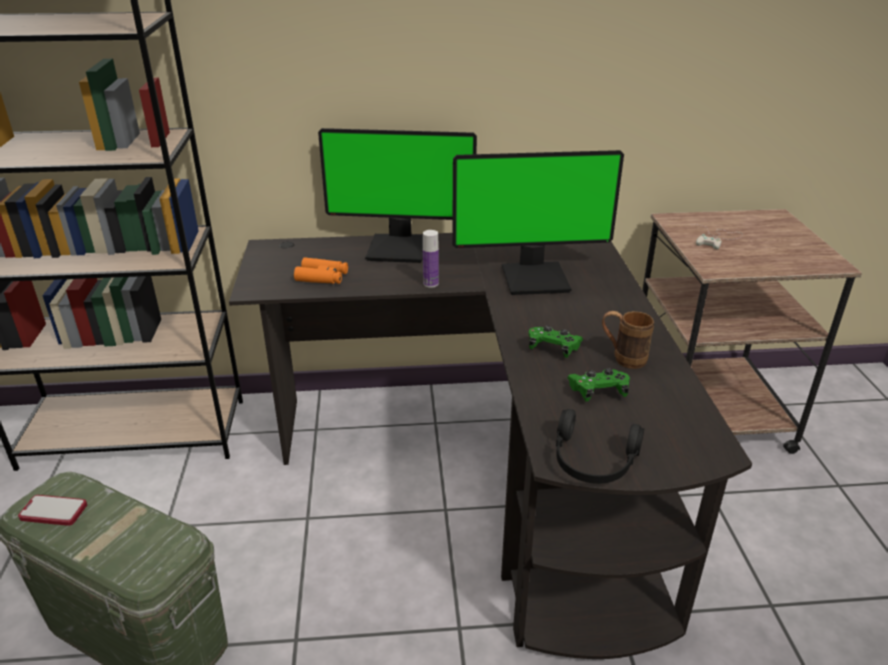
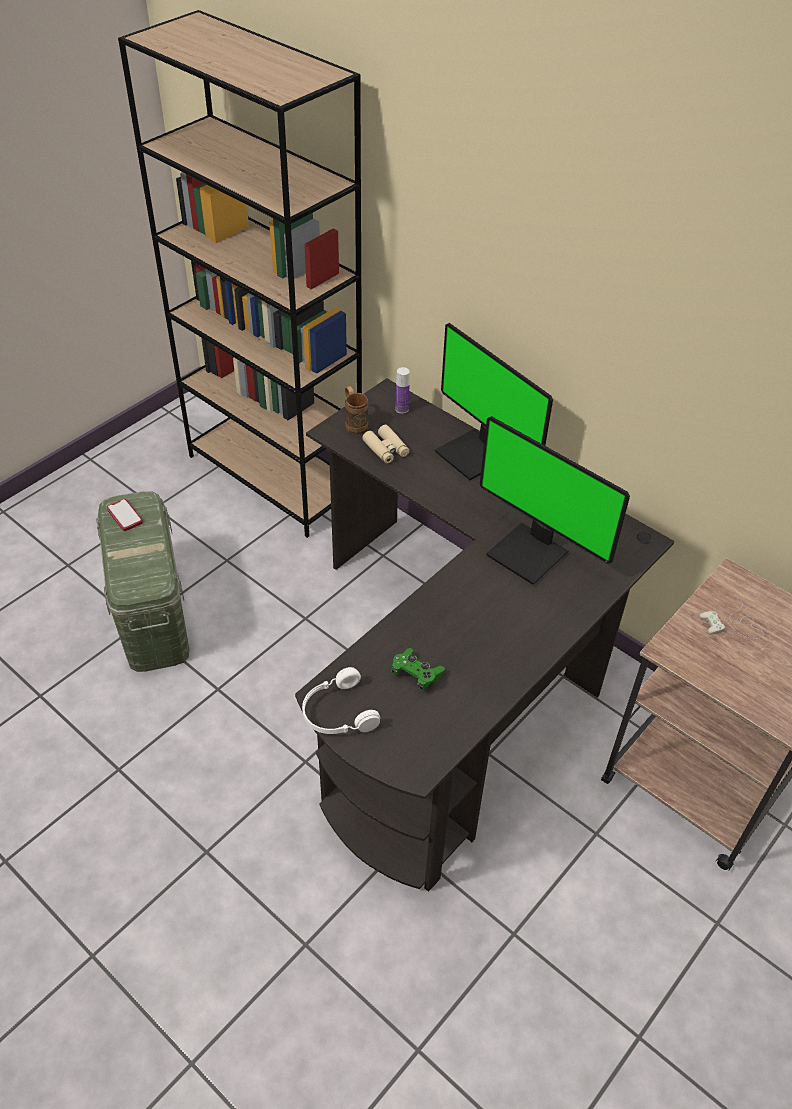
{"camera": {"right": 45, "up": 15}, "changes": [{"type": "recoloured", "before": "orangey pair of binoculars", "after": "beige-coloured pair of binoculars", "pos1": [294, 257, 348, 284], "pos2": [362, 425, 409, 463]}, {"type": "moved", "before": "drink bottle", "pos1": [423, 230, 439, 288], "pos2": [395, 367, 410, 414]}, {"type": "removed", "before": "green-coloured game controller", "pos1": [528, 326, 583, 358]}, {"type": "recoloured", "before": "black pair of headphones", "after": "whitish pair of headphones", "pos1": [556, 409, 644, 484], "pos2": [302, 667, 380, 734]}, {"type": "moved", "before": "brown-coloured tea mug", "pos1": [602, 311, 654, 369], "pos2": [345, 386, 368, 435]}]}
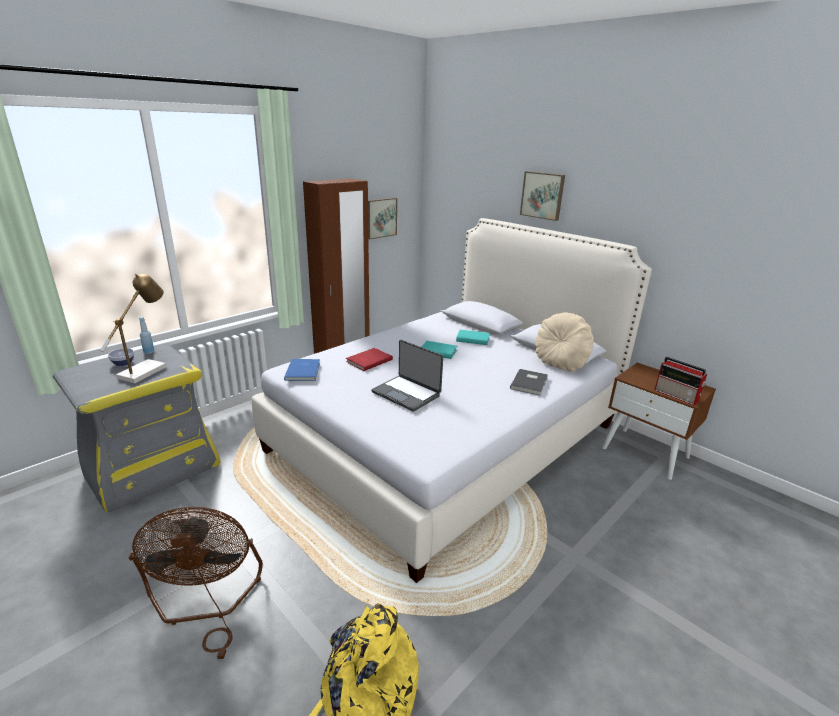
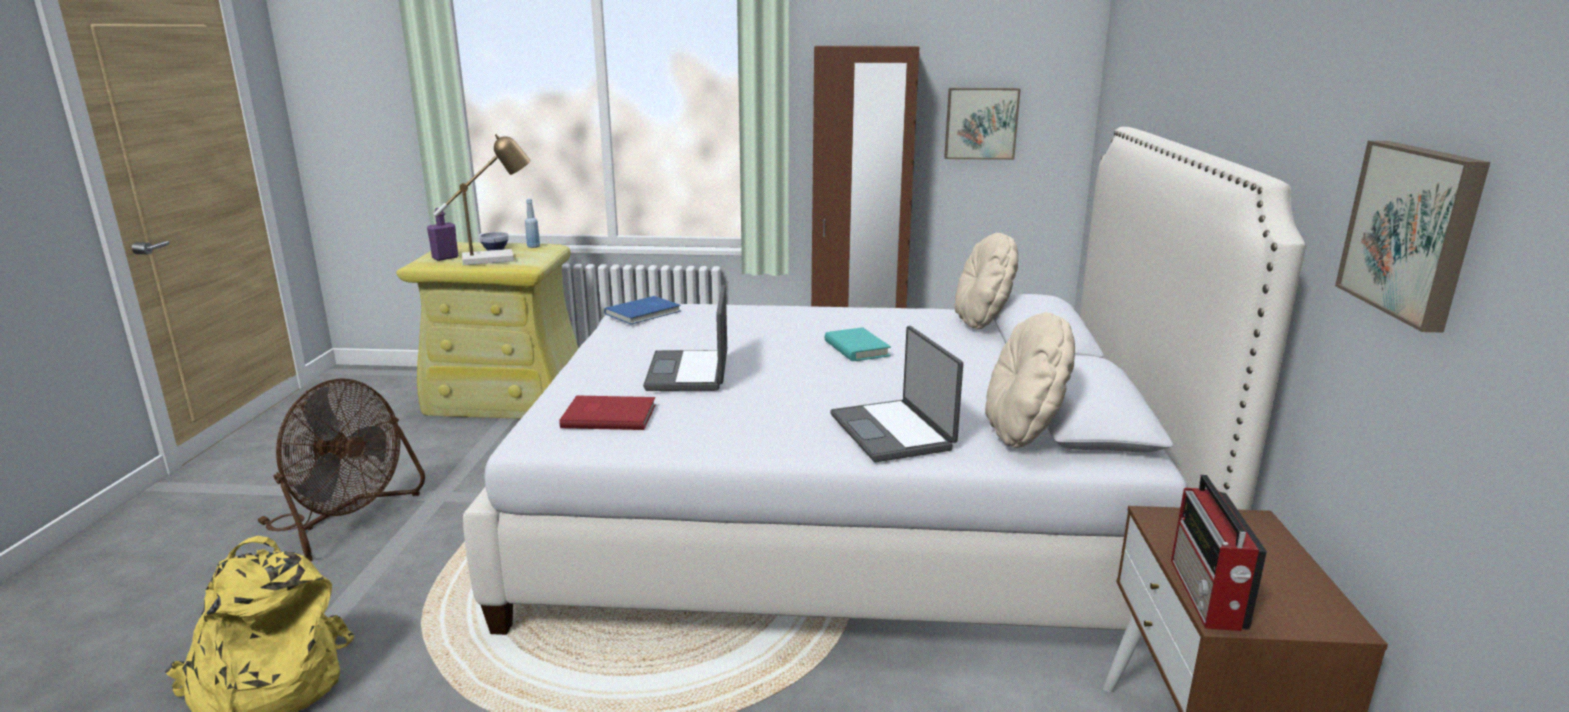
{"camera": {"right": 50, "up": -5}, "changes": [{"type": "recoloured", "before": "grey bedside table", "after": "yellow bedside table", "pos1": [53, 344, 221, 512], "pos2": [396, 242, 579, 419]}, {"type": "turned", "before": "brown-coloured cooling fan", "pos1": [129, 507, 263, 660], "pos2": [258, 379, 425, 561], "turn": 75}, {"type": "moved", "before": "red-coloured bound book", "pos1": [346, 348, 393, 371], "pos2": [560, 395, 656, 430]}, {"type": "removed", "before": "turquoise bound book", "pos1": [456, 330, 490, 345]}, {"type": "replaced", "before": "grey bound book", "after": "notebook computer", "pos1": [510, 369, 548, 395], "pos2": [830, 326, 963, 462]}, {"type": "moved", "before": "wall picture", "pos1": [520, 171, 565, 221], "pos2": [1335, 141, 1490, 333]}, {"type": "added", "after": "purple-coloured drink bottle", "pos2": [427, 208, 458, 261]}, {"type": "added", "after": "beige-coloured cushion", "pos2": [955, 233, 1018, 330]}]}
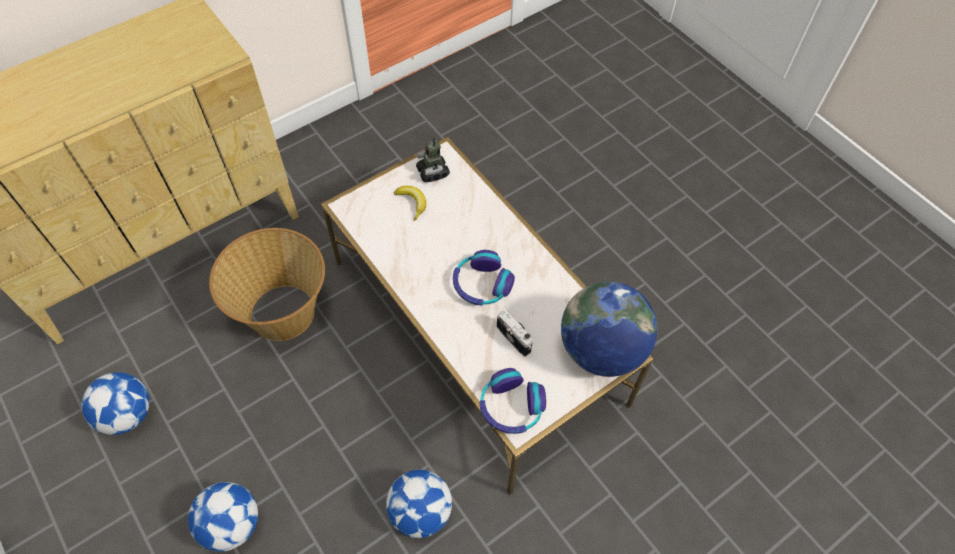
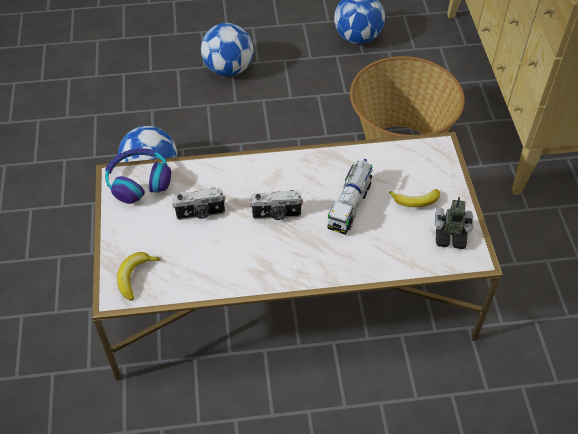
{"camera": {"right": 120, "up": -5}, "changes": [{"type": "replaced", "before": "pair of headphones", "after": "photo camera", "pos1": [453, 250, 515, 305], "pos2": [250, 190, 303, 220]}, {"type": "replaced", "before": "globe", "after": "whole banana", "pos1": [561, 281, 657, 377], "pos2": [117, 252, 161, 301]}, {"type": "added", "after": "toy lorry", "pos2": [327, 159, 373, 235]}]}
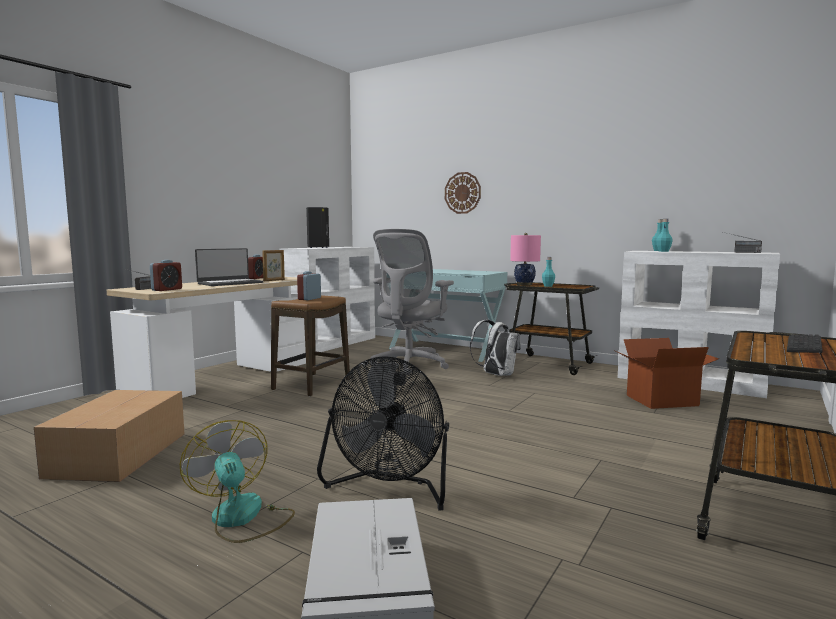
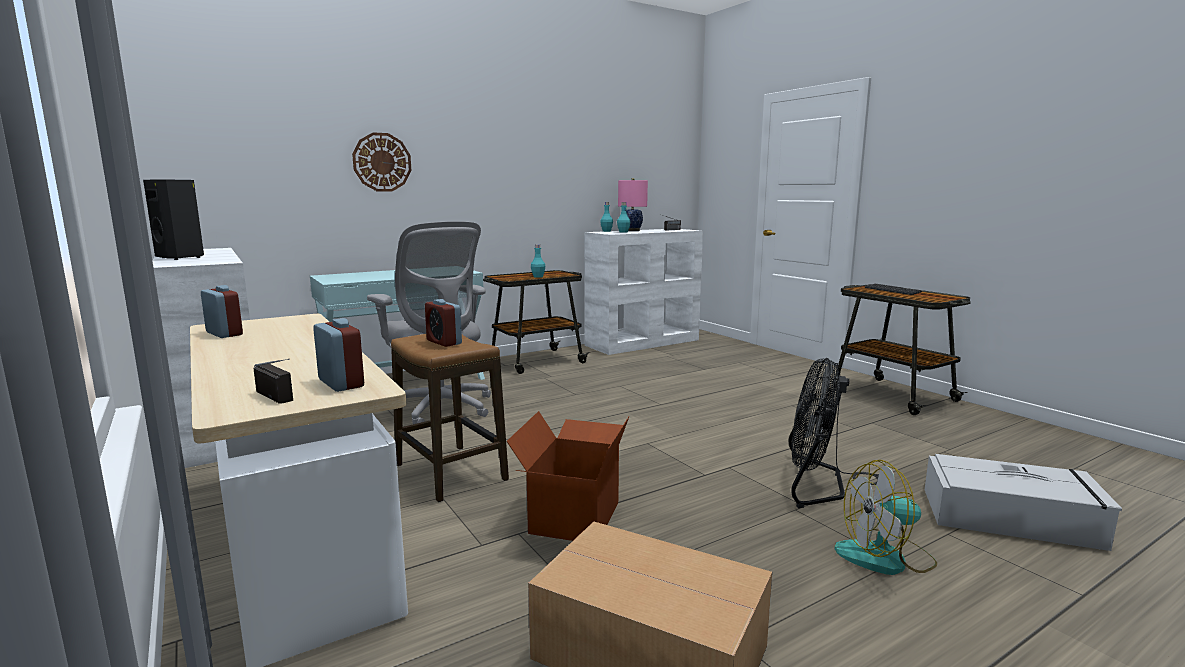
{"camera": {"right": -65, "up": 5}, "changes": [{"type": "removed", "before": "notebook computer", "pos1": [195, 248, 263, 286]}, {"type": "removed", "before": "photo frame", "pos1": [262, 250, 285, 281]}, {"type": "turned", "before": "black cooling fan", "pos1": [317, 357, 449, 510], "pos2": [789, 358, 879, 509], "turn": 150}, {"type": "removed", "before": "whitish backpack", "pos1": [470, 320, 521, 376]}, {"type": "moved", "before": "pink table lamp", "pos1": [510, 233, 541, 286], "pos2": [618, 178, 648, 231]}, {"type": "moved", "before": "packing box", "pos1": [615, 338, 719, 409], "pos2": [507, 411, 629, 541]}]}
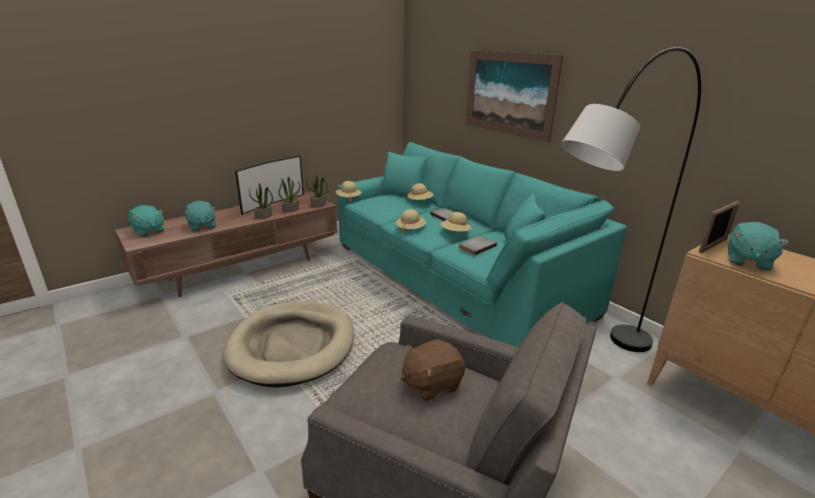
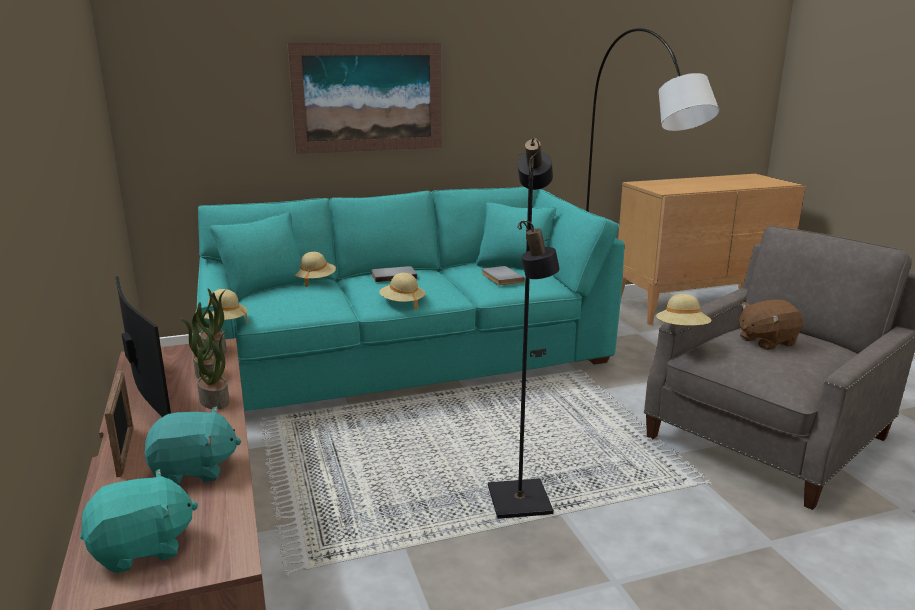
{"camera": {"right": -70, "up": -5}, "changes": [{"type": "replaced", "before": "beige-coloured dog bed", "after": "black floor lamp", "pos1": [223, 302, 354, 387], "pos2": [488, 138, 560, 519]}, {"type": "turned", "before": "brown-coloured cuddly toy", "pos1": [401, 339, 465, 401], "pos2": [740, 300, 803, 350], "turn": 75}, {"type": "moved", "before": "beige-coloured wearable hat", "pos1": [440, 212, 471, 232], "pos2": [656, 294, 711, 326]}, {"type": "moved", "before": "photo frame", "pos1": [699, 201, 739, 253], "pos2": [105, 371, 134, 477]}, {"type": "removed", "before": "turquoise cuddly toy", "pos1": [728, 222, 789, 271]}]}
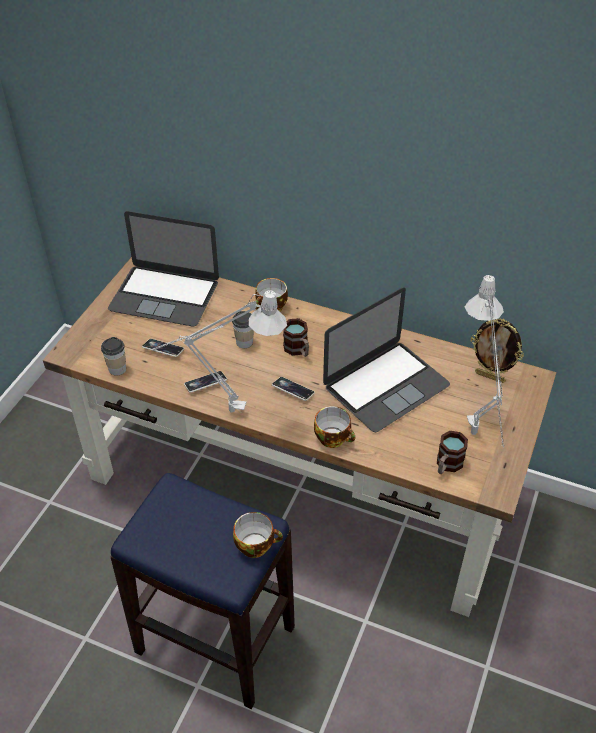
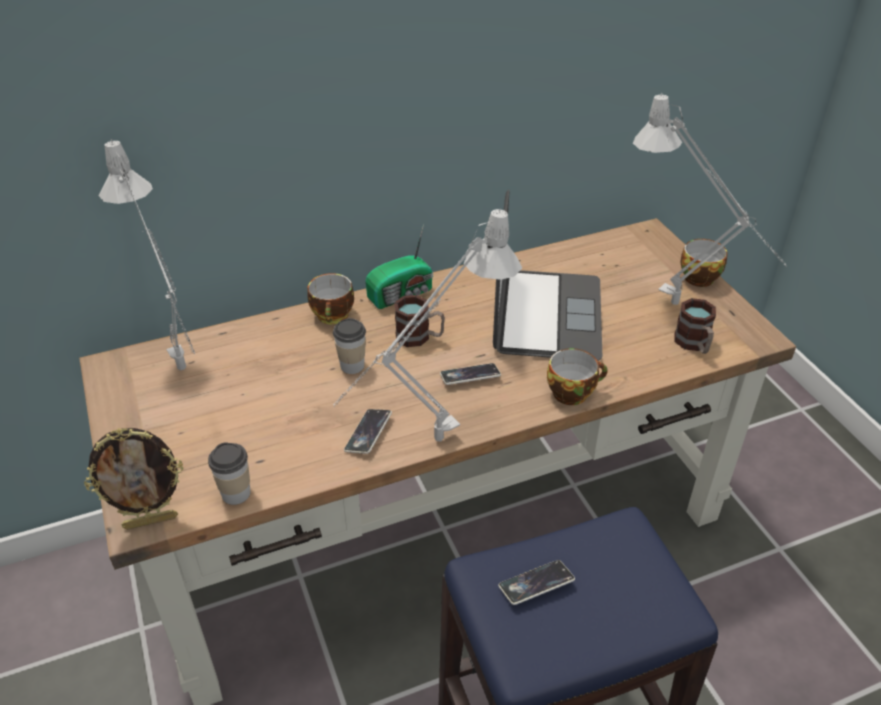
{"camera": {"right": -45, "up": -5}, "changes": [{"type": "replaced", "before": "notebook computer", "after": "grey table lamp", "pos1": [108, 211, 219, 327], "pos2": [99, 139, 195, 370]}, {"type": "moved", "before": "telephone", "pos1": [142, 339, 184, 357], "pos2": [498, 560, 575, 605]}, {"type": "moved", "before": "small cup", "pos1": [233, 512, 283, 558], "pos2": [680, 239, 728, 287]}, {"type": "moved", "before": "photo frame", "pos1": [470, 319, 524, 383], "pos2": [84, 428, 183, 530]}, {"type": "added", "after": "radio set", "pos2": [365, 224, 433, 309]}]}
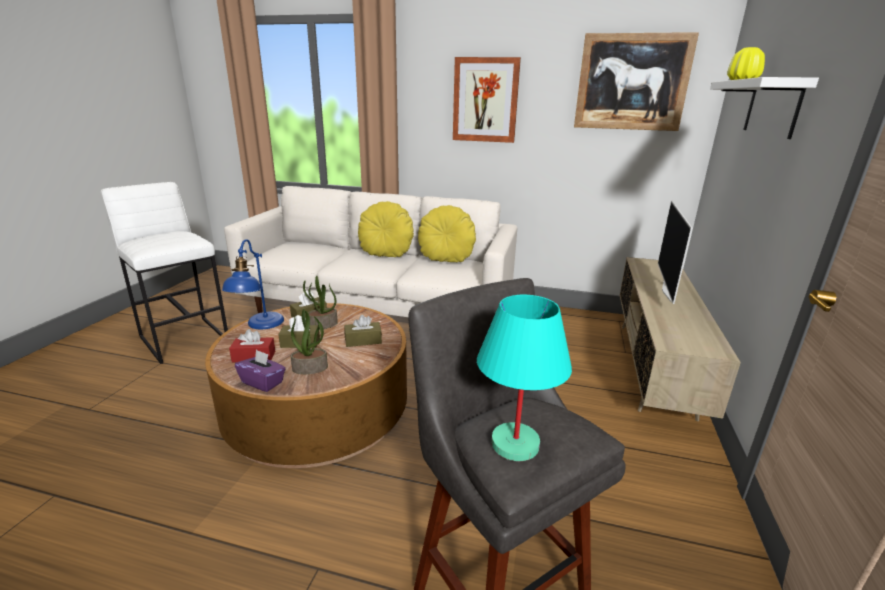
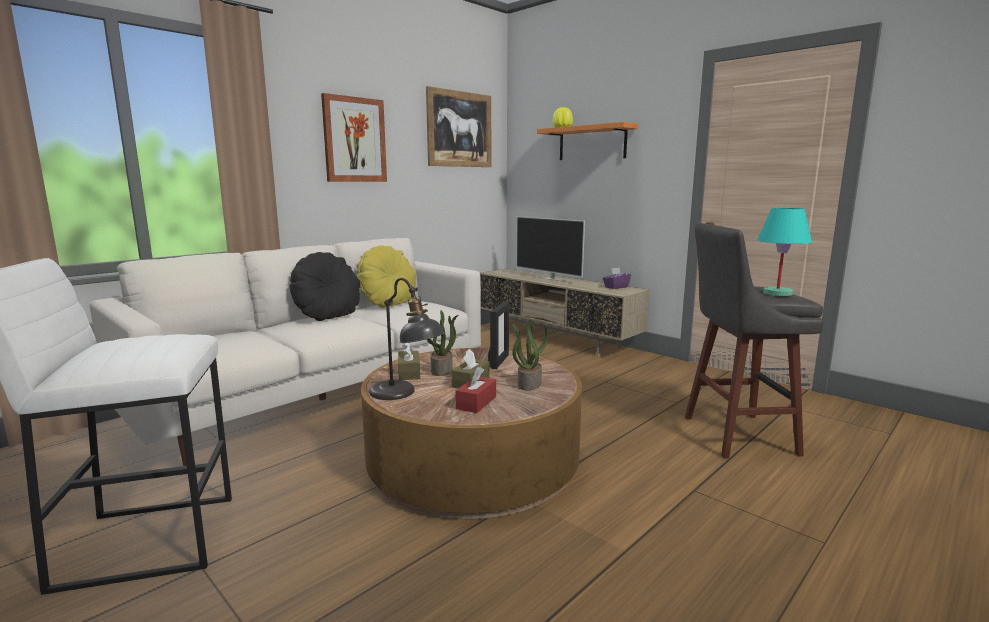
{"camera": {"right": -60, "up": -10}, "changes": [{"type": "recoloured", "before": "blue table lamp", "after": "grey table lamp", "pos1": [222, 239, 284, 329], "pos2": [369, 278, 444, 400]}, {"type": "moved", "before": "purple-coloured tissue box", "pos1": [235, 349, 286, 392], "pos2": [603, 267, 631, 289]}, {"type": "replaced", "before": "brown-coloured tissue box", "after": "photo frame", "pos1": [344, 315, 382, 347], "pos2": [488, 302, 509, 369]}, {"type": "recoloured", "before": "yellow cushion", "after": "black cushion", "pos1": [358, 201, 414, 257], "pos2": [289, 252, 360, 321]}, {"type": "recoloured", "before": "whitish wall shelf", "after": "orangey wall shelf", "pos1": [710, 77, 819, 139], "pos2": [537, 122, 639, 160]}]}
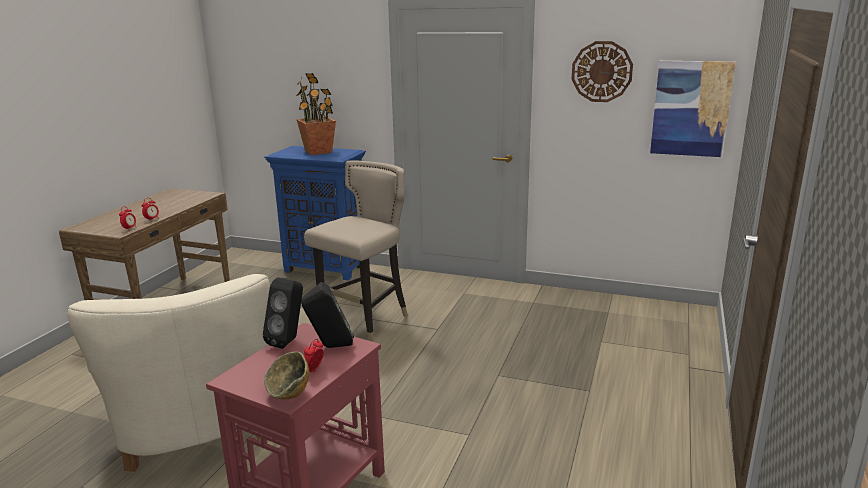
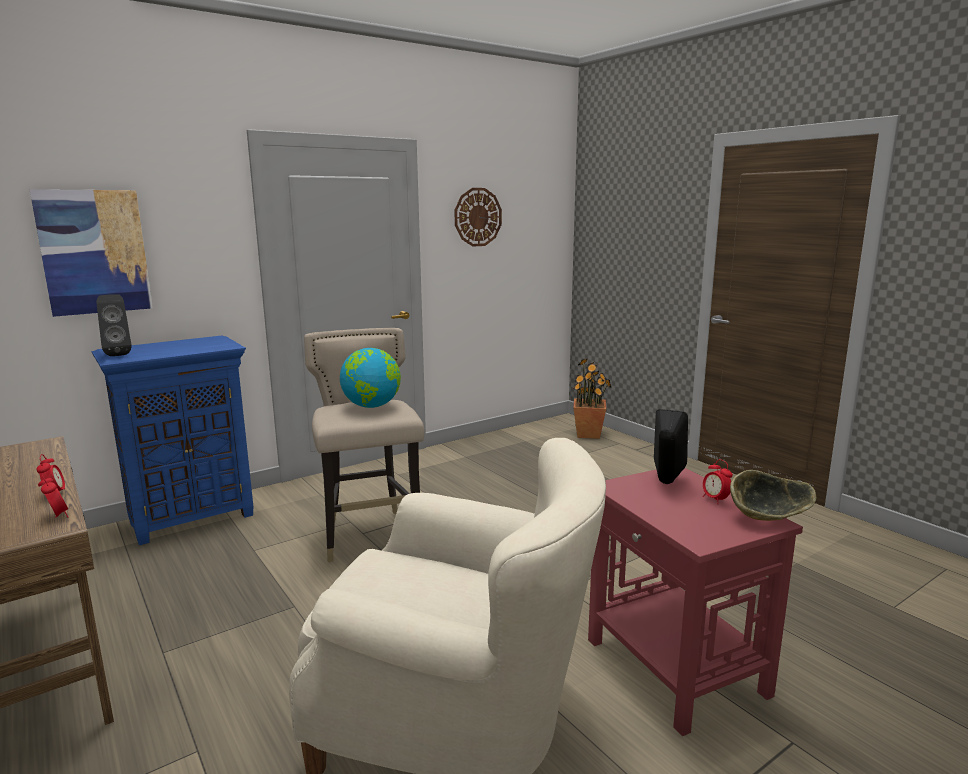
{"camera": {"right": -55, "up": -5}, "changes": [{"type": "moved", "before": "black loudspeaker", "pos1": [263, 278, 303, 349], "pos2": [97, 294, 132, 356]}, {"type": "moved", "before": "plant in a pot", "pos1": [296, 73, 336, 155], "pos2": [573, 358, 611, 439]}, {"type": "moved", "before": "wall picture", "pos1": [650, 61, 736, 157], "pos2": [30, 189, 153, 317]}, {"type": "added", "after": "globe", "pos2": [340, 348, 401, 408]}]}
